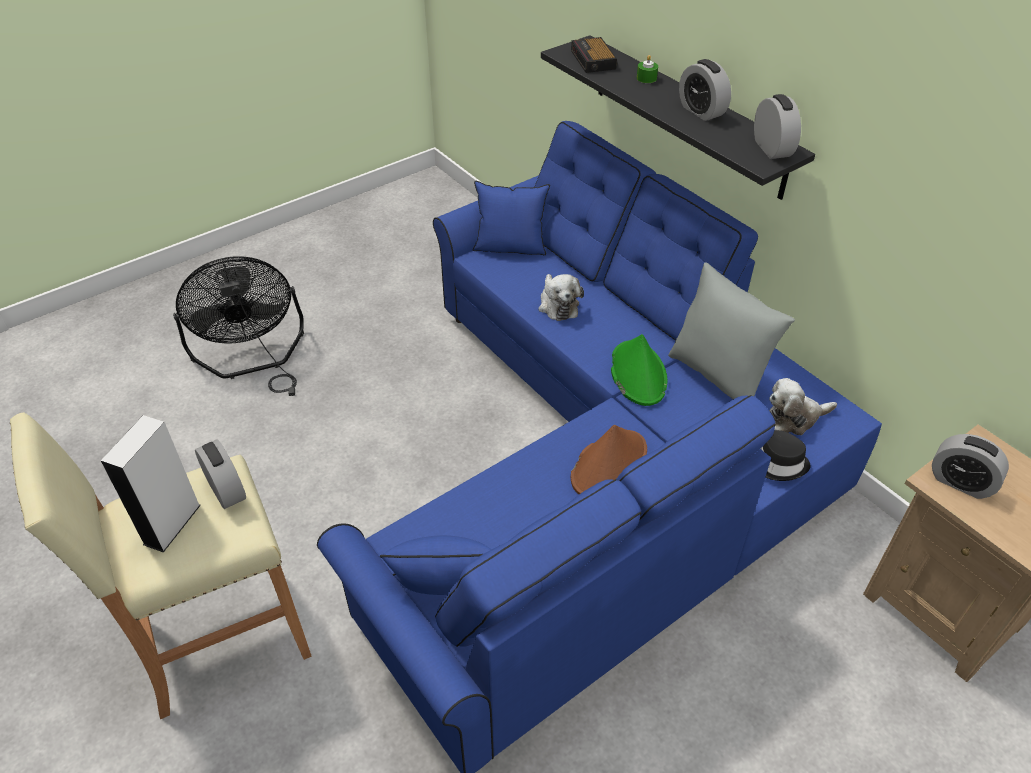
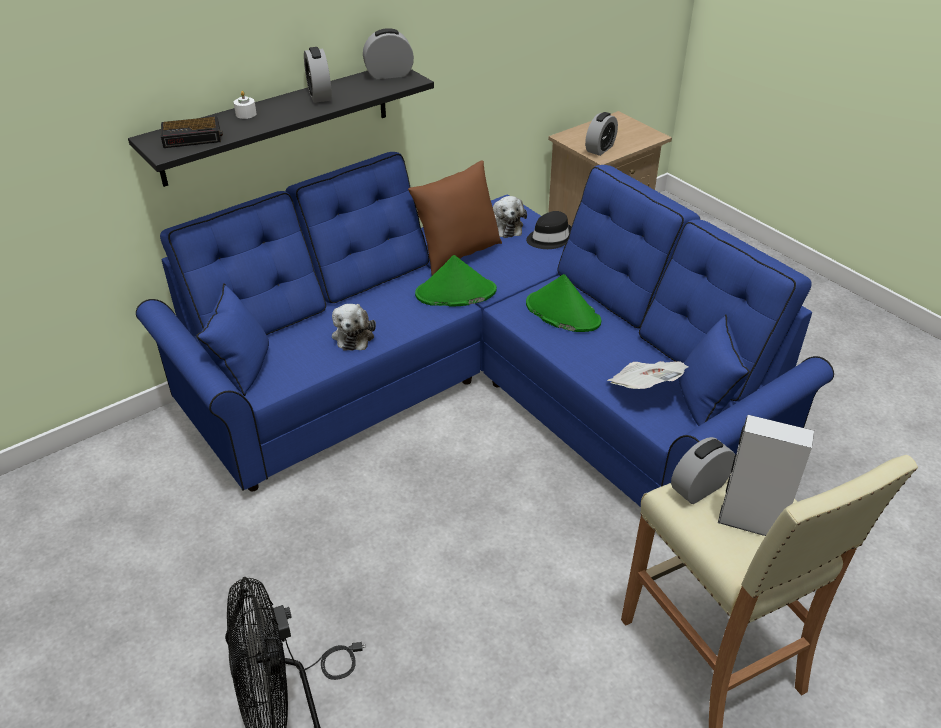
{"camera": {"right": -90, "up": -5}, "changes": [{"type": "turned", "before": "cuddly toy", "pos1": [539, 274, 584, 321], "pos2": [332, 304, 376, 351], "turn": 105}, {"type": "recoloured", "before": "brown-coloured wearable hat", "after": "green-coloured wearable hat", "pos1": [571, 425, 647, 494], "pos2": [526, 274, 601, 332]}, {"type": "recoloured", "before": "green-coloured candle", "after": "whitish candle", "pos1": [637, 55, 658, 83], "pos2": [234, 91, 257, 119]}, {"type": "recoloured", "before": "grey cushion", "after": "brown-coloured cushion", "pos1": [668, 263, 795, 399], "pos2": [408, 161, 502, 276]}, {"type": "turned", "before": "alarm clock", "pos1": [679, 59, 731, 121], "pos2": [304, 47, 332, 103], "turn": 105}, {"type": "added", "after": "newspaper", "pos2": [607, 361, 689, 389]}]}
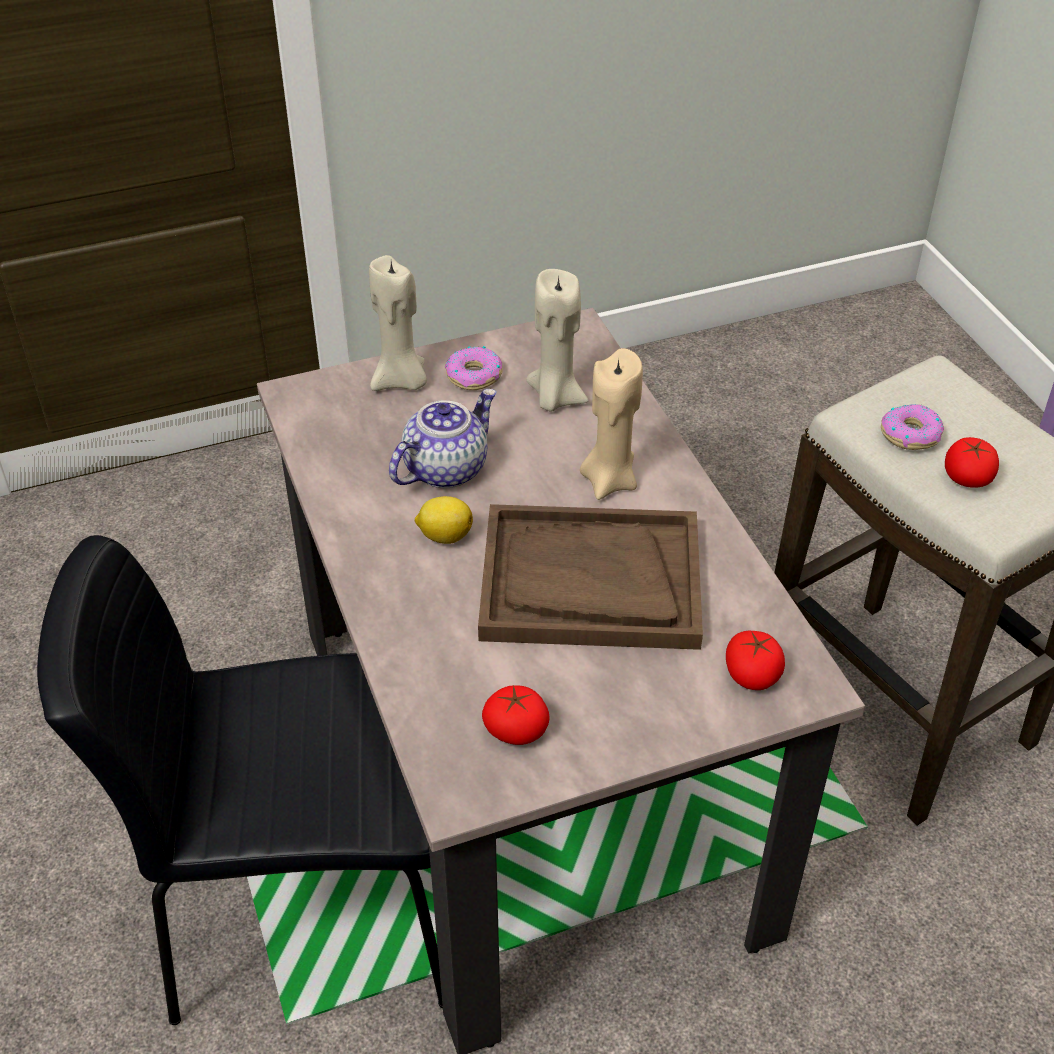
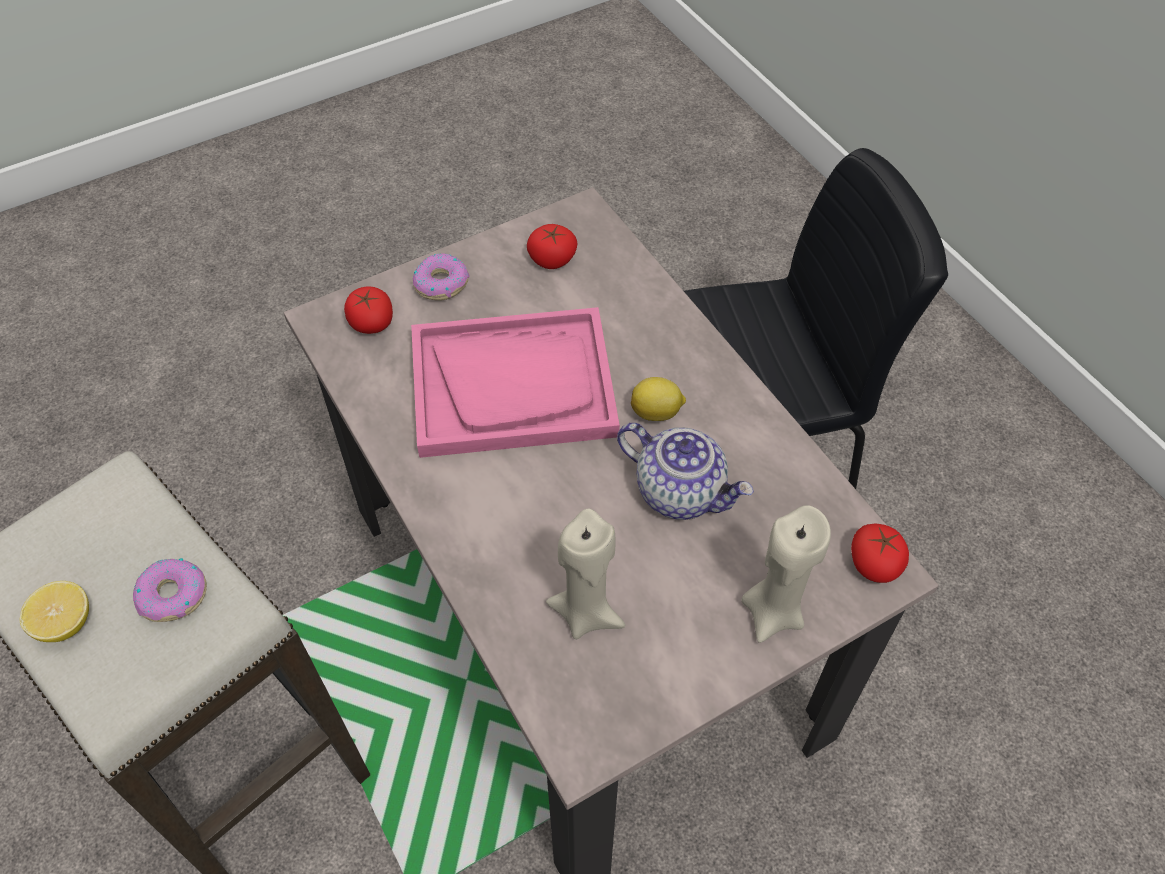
{"camera": {"right": 170, "up": 10}, "changes": [{"type": "turned", "before": "tea pot", "pos1": [389, 389, 497, 488], "pos2": [617, 423, 754, 520], "turn": -90}, {"type": "moved", "before": "doughnut", "pos1": [445, 346, 503, 390], "pos2": [413, 254, 470, 301]}, {"type": "recoloured", "before": "brown-coloured carrying tray", "after": "pink carrying tray", "pos1": [478, 504, 703, 650], "pos2": [411, 307, 620, 458]}, {"type": "removed", "before": "beige-coloured candle", "pos1": [580, 348, 643, 500]}, {"type": "moved", "before": "tomato", "pos1": [945, 437, 999, 488], "pos2": [851, 524, 909, 583]}, {"type": "added", "after": "lemon", "pos2": [20, 581, 89, 642]}]}
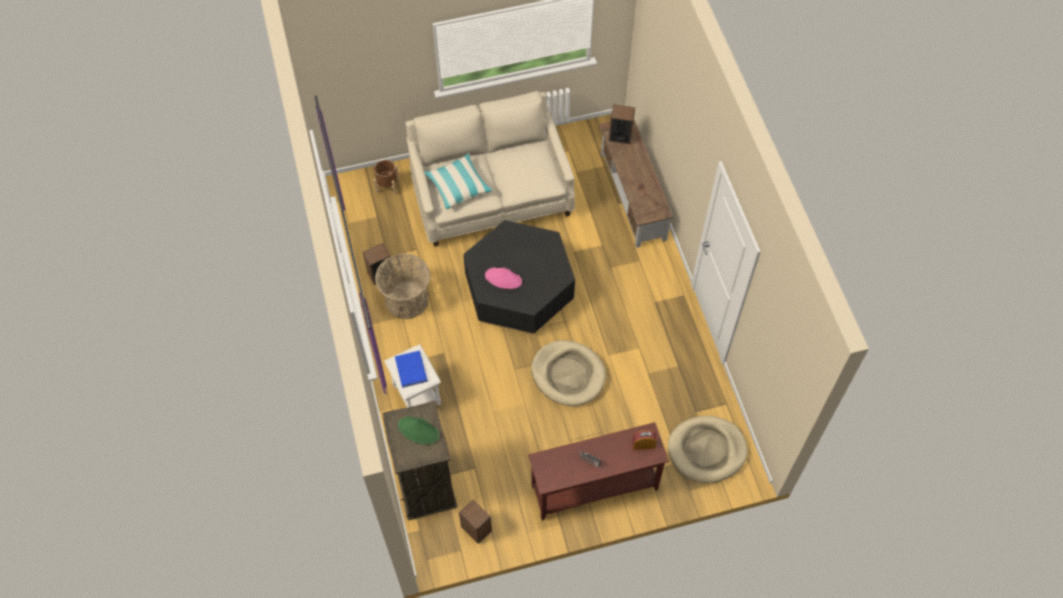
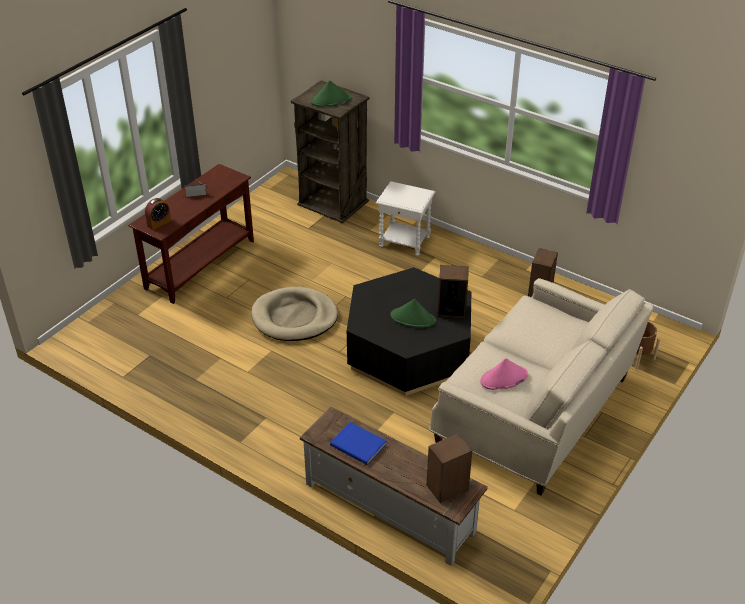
{"camera": {"right": 140, "up": -20}, "changes": [{"type": "removed", "before": "household basket", "pos1": [375, 253, 431, 319]}, {"type": "moved", "before": "blue bound book", "pos1": [395, 351, 427, 388], "pos2": [330, 422, 387, 465]}, {"type": "removed", "before": "cushion", "pos1": [424, 153, 493, 209]}, {"type": "moved", "before": "loudspeaker", "pos1": [459, 500, 492, 544], "pos2": [437, 265, 469, 318]}, {"type": "moved", "before": "pink wearable hat", "pos1": [485, 267, 522, 289], "pos2": [480, 358, 528, 390]}, {"type": "removed", "before": "beige-coloured dog bed", "pos1": [668, 416, 748, 483]}, {"type": "added", "after": "green-coloured wearable hat", "pos2": [390, 299, 436, 328]}]}
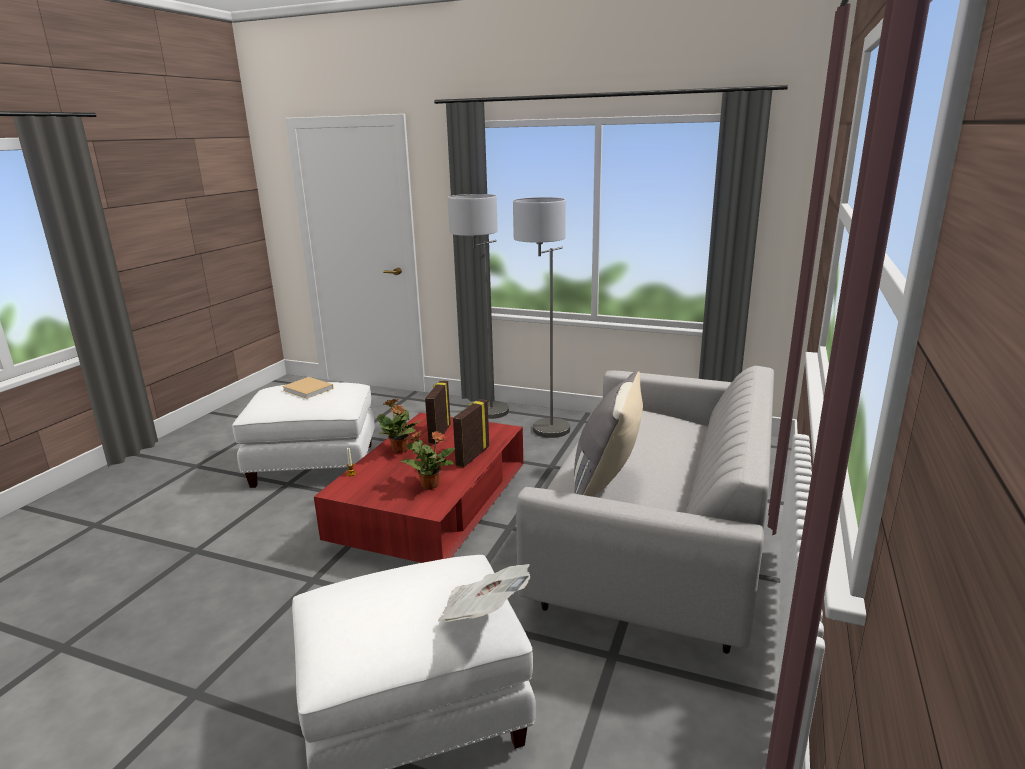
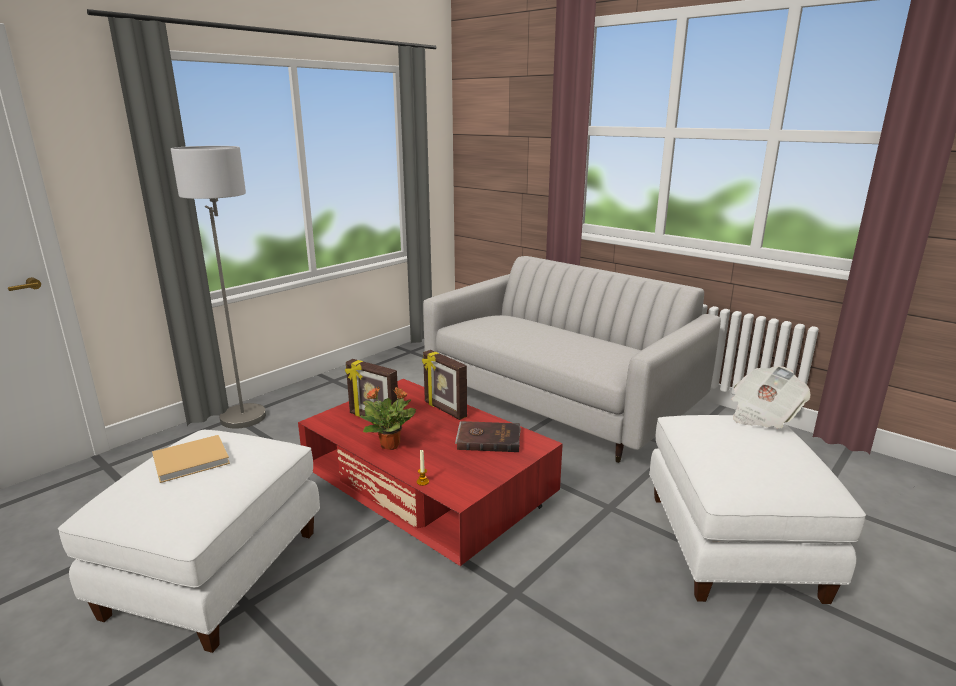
{"camera": {"right": -70, "up": 0}, "changes": [{"type": "replaced", "before": "plant in a pot", "after": "brown-coloured bound book", "pos1": [401, 431, 455, 490], "pos2": [455, 421, 521, 452]}, {"type": "removed", "before": "grey floor lamp", "pos1": [513, 197, 570, 438]}, {"type": "removed", "before": "grey cushion", "pos1": [574, 371, 643, 497]}]}
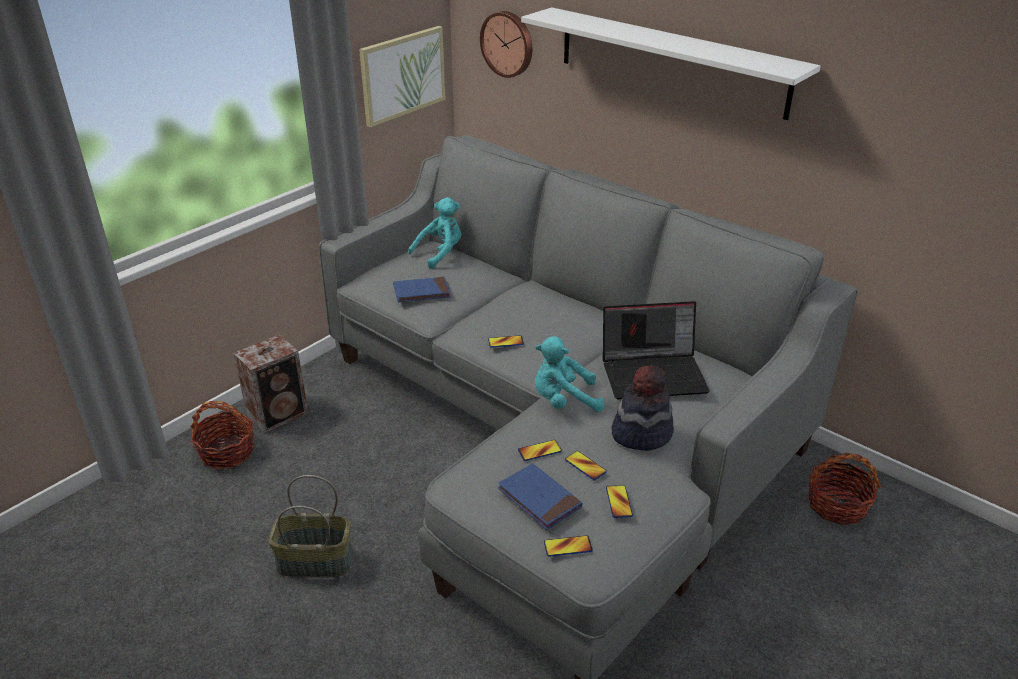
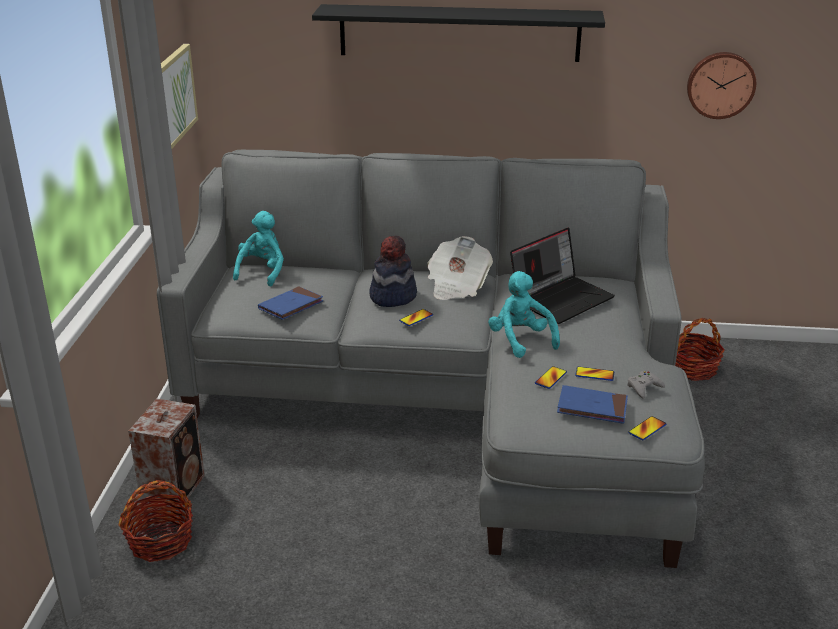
{"camera": {"right": -35, "up": -5}, "changes": [{"type": "removed", "before": "household basket", "pos1": [268, 475, 353, 577]}, {"type": "moved", "before": "wall clock", "pos1": [480, 11, 532, 78], "pos2": [687, 52, 756, 119]}, {"type": "recoloured", "before": "whitish wall shelf", "after": "black wall shelf", "pos1": [521, 7, 821, 120], "pos2": [312, 4, 605, 62]}, {"type": "turned", "before": "turquoise cuddly toy", "pos1": [535, 336, 604, 412], "pos2": [488, 271, 560, 358], "turn": 105}, {"type": "replaced", "before": "telephone", "after": "grey game controller", "pos1": [606, 485, 633, 518], "pos2": [627, 371, 665, 399]}, {"type": "moved", "before": "wearable hat", "pos1": [611, 365, 674, 451], "pos2": [369, 236, 417, 307]}, {"type": "added", "after": "newspaper", "pos2": [427, 236, 493, 300]}]}
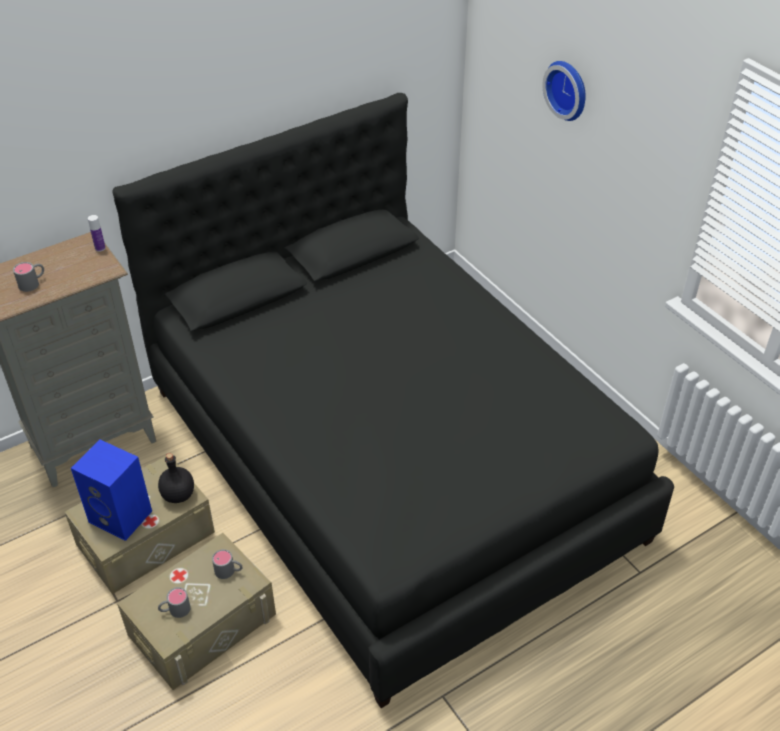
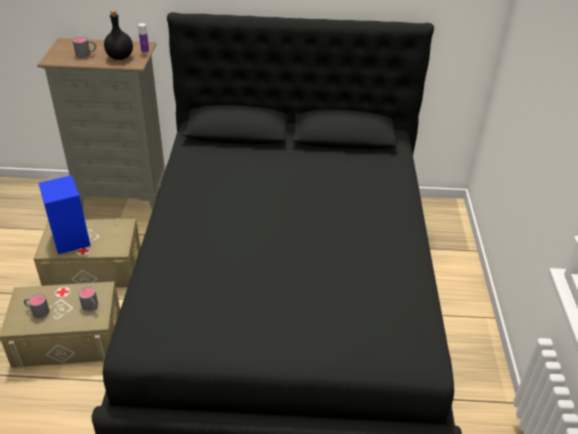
{"camera": {"right": 35, "up": -5}, "changes": [{"type": "moved", "before": "black drink bottle", "pos1": [158, 453, 194, 503], "pos2": [104, 10, 133, 60]}, {"type": "removed", "before": "wall clock", "pos1": [542, 61, 586, 121]}]}
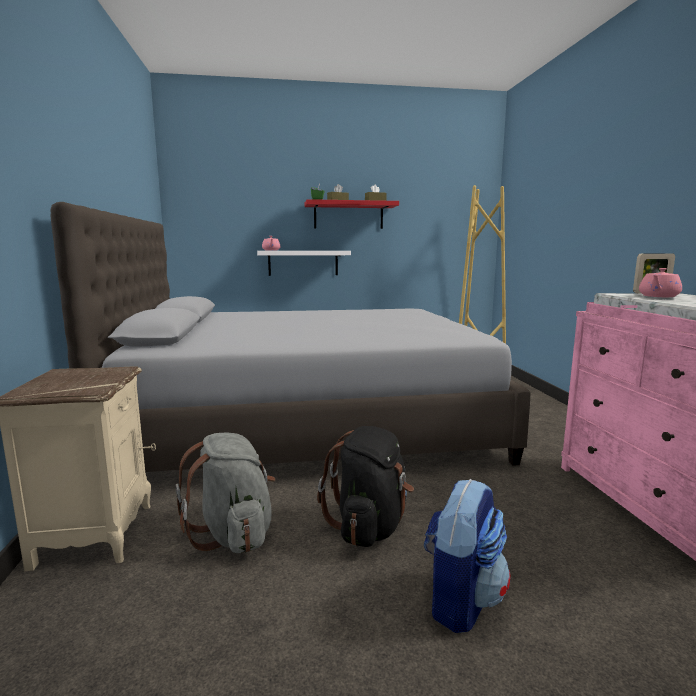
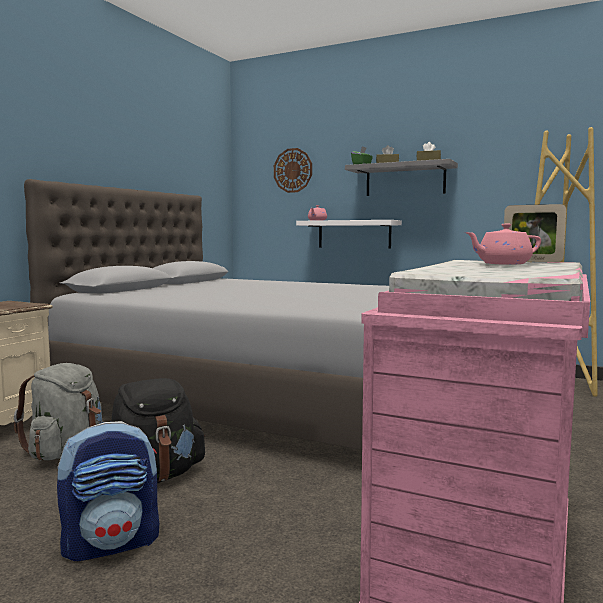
{"camera": {"right": 35, "up": -5}, "changes": [{"type": "recoloured", "before": "red-coloured wall shelf", "after": "grey wall shelf", "pos1": [305, 199, 399, 229], "pos2": [345, 159, 458, 196]}, {"type": "added", "after": "wall clock", "pos2": [274, 148, 312, 193]}]}
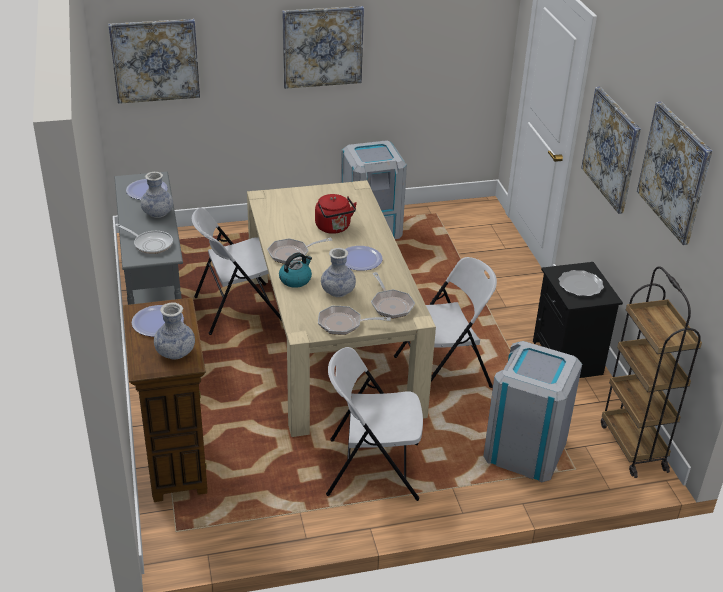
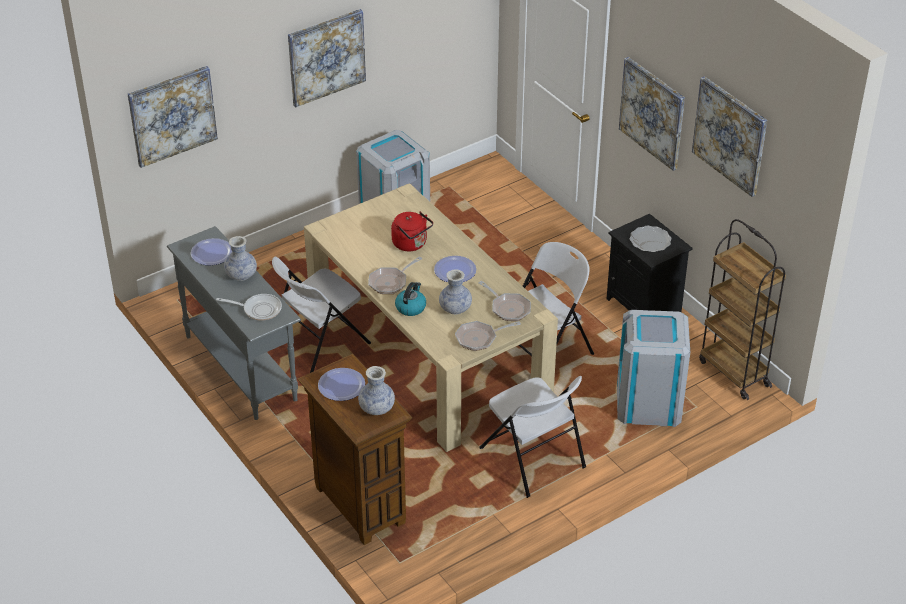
{"camera": {"right": -20, "up": 5}, "changes": [{"type": "turned", "before": "whitish chair", "pos1": [326, 347, 423, 501], "pos2": [479, 376, 586, 498], "turn": -105}]}
